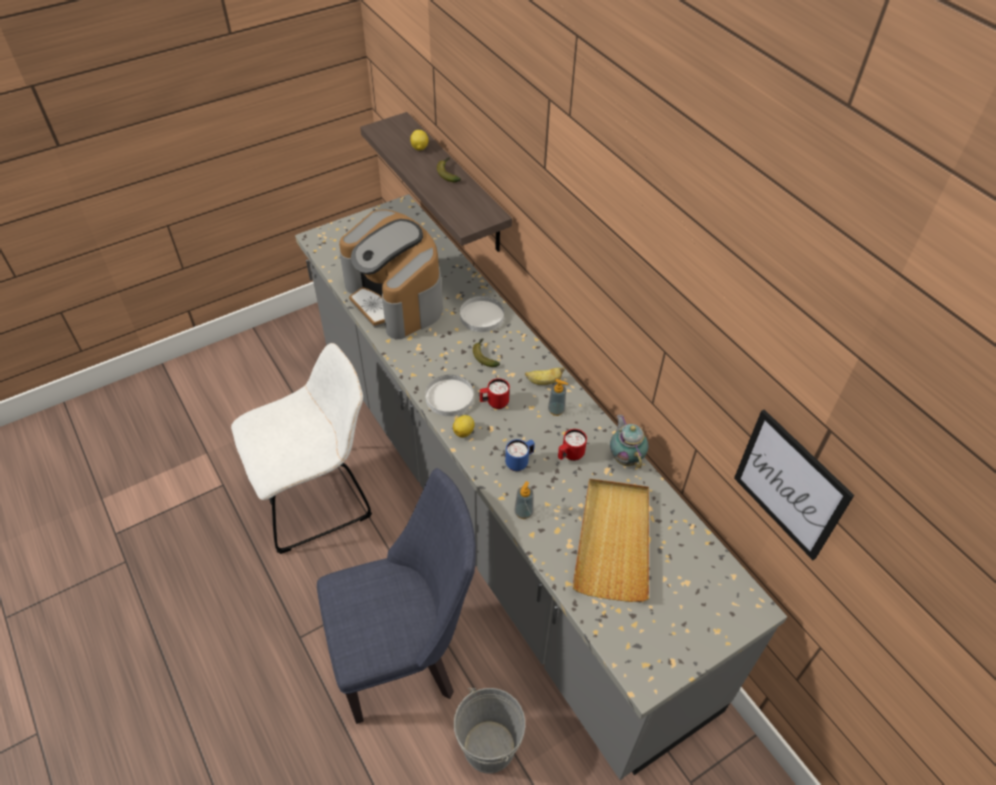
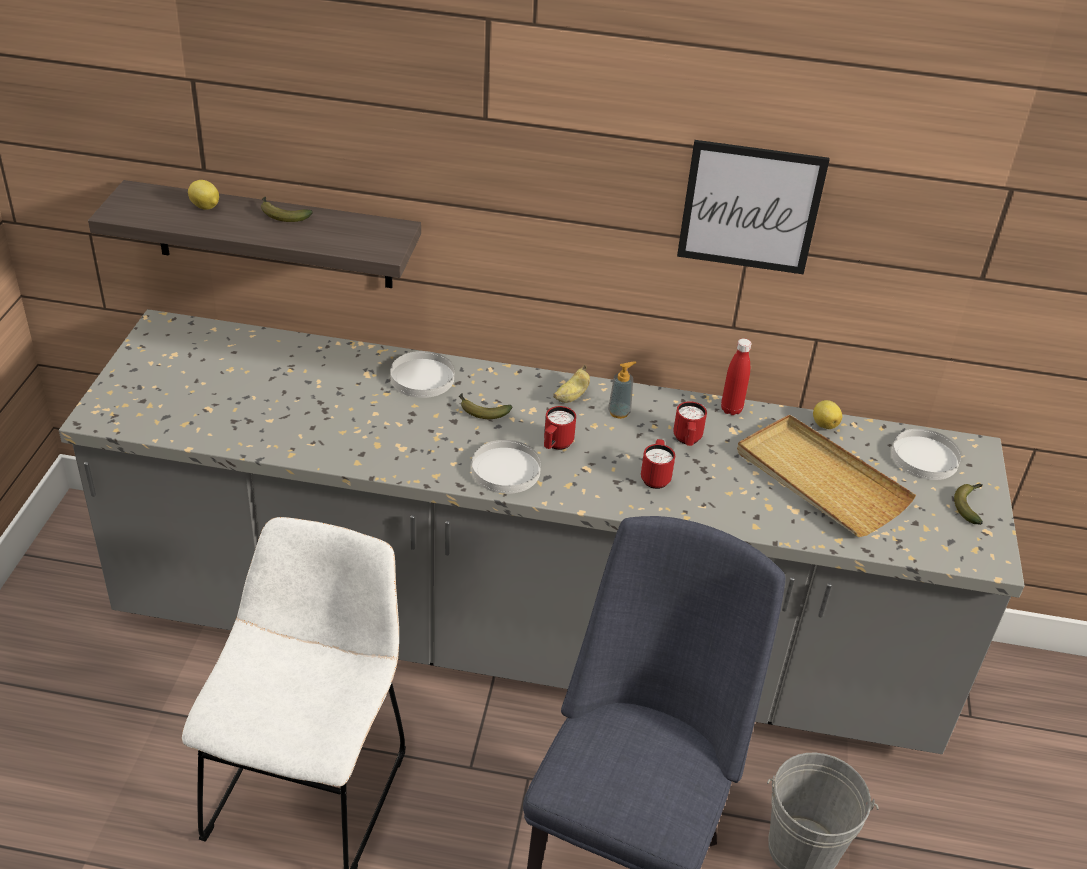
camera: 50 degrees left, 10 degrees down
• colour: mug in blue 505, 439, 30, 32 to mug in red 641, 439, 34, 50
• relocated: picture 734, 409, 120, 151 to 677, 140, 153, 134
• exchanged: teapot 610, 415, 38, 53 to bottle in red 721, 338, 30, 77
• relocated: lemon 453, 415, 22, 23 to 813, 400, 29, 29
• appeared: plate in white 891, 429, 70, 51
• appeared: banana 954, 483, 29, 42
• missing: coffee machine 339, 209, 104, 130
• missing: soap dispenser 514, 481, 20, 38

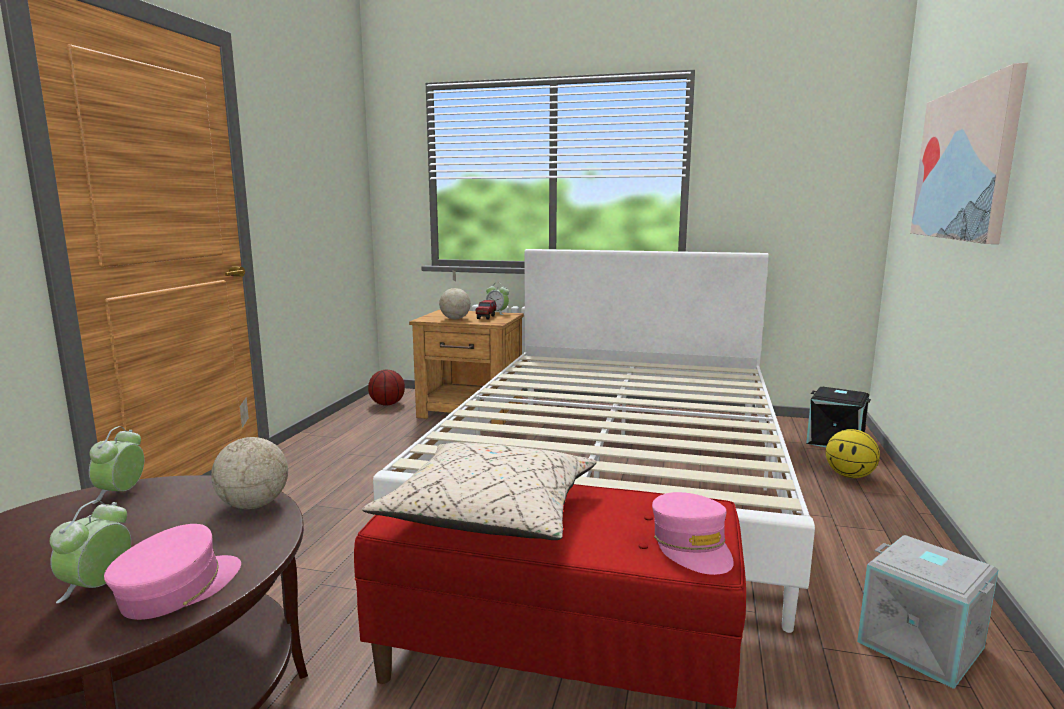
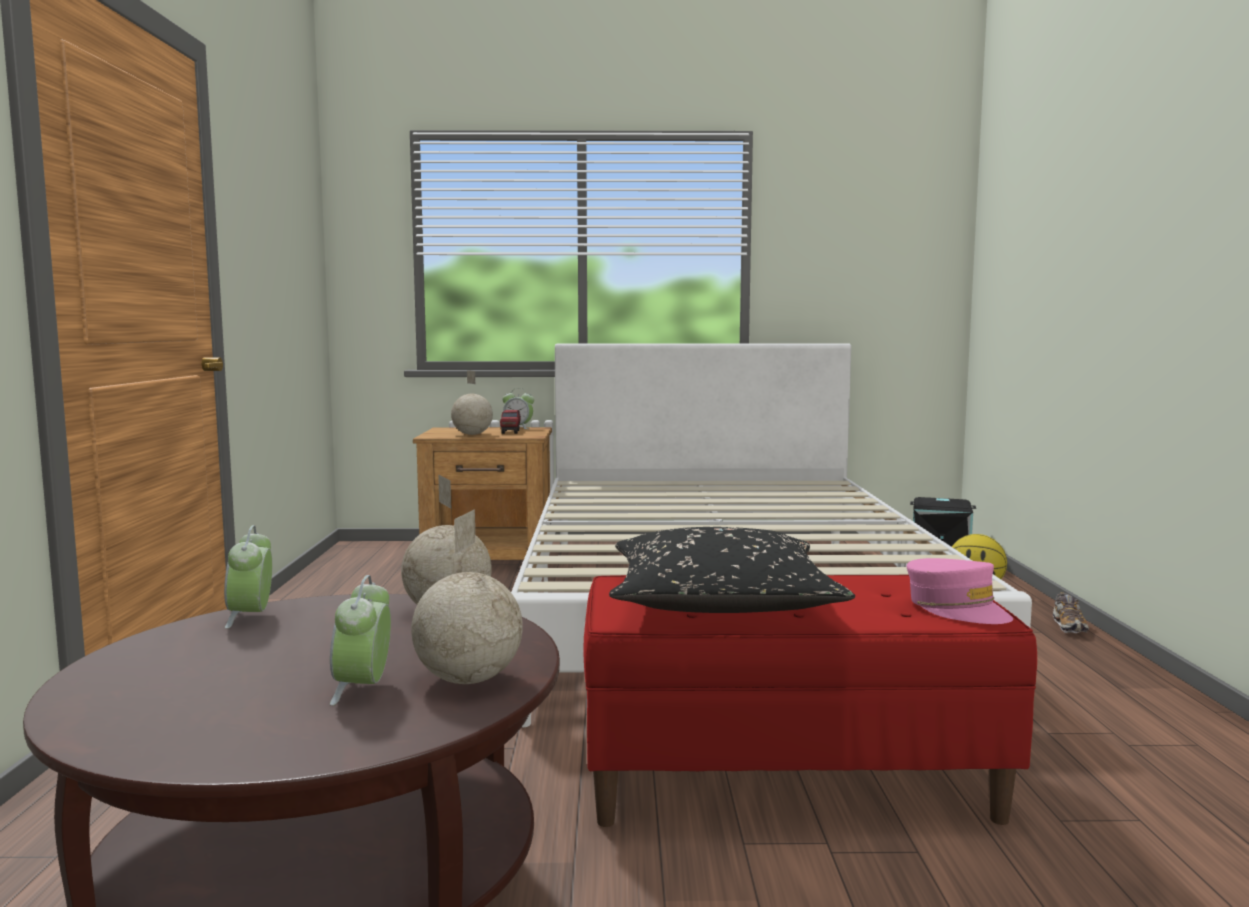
camera: 15 degrees left, 5 degrees down
• exchanged: cap in pink 104, 524, 137, 96 to globe 411, 509, 112, 175
• colour: pillow in beige 362, 442, 235, 98 to pillow in black 609, 527, 246, 86
• appeared: shoe 1053, 592, 36, 41
• missing: basketball 368, 370, 37, 35
• missing: storage box in grey 857, 535, 141, 154
• missing: picture 910, 63, 118, 181

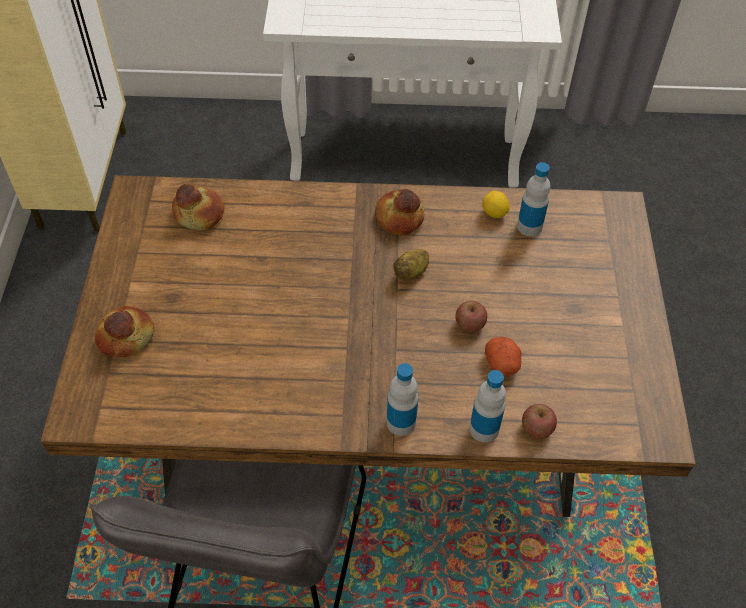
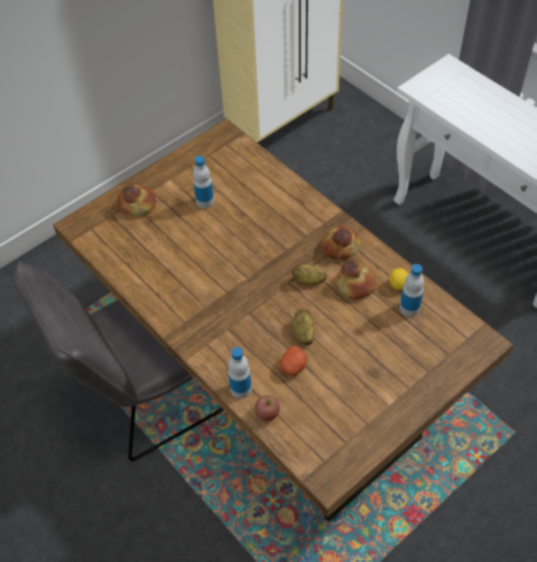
camera: 50 degrees right, 0 degrees up
• relocated: bottle 386, 363, 32, 73 to 193, 156, 21, 52
• exchanged: apple 455, 301, 32, 31 to potato 293, 309, 21, 36
• relocated: bread 172, 184, 52, 47 to 337, 260, 39, 39

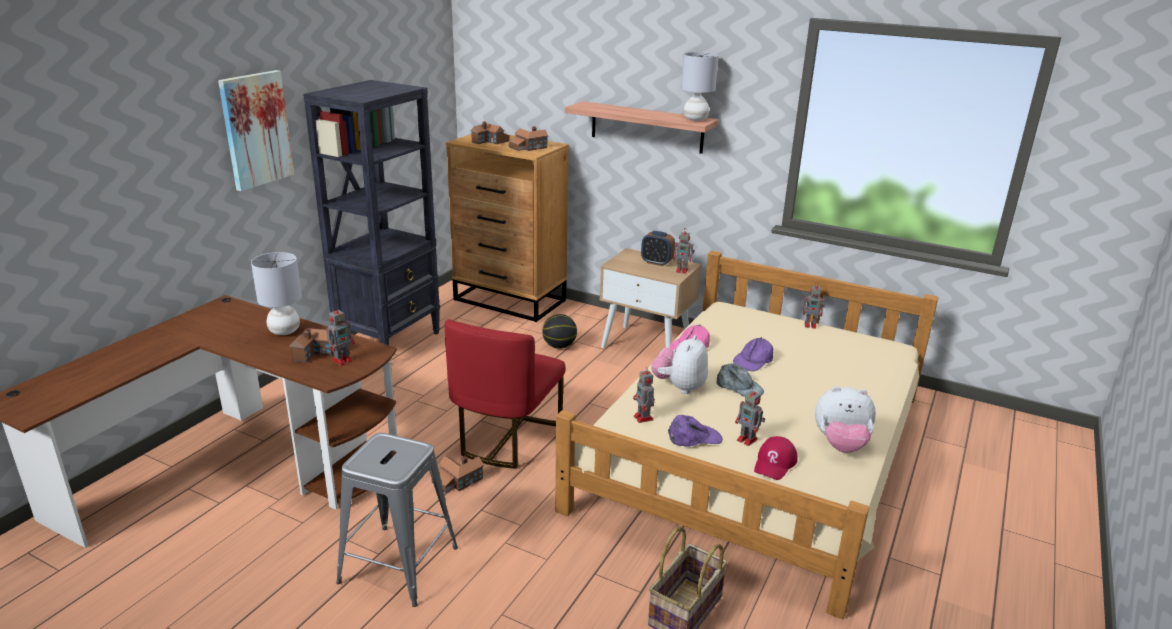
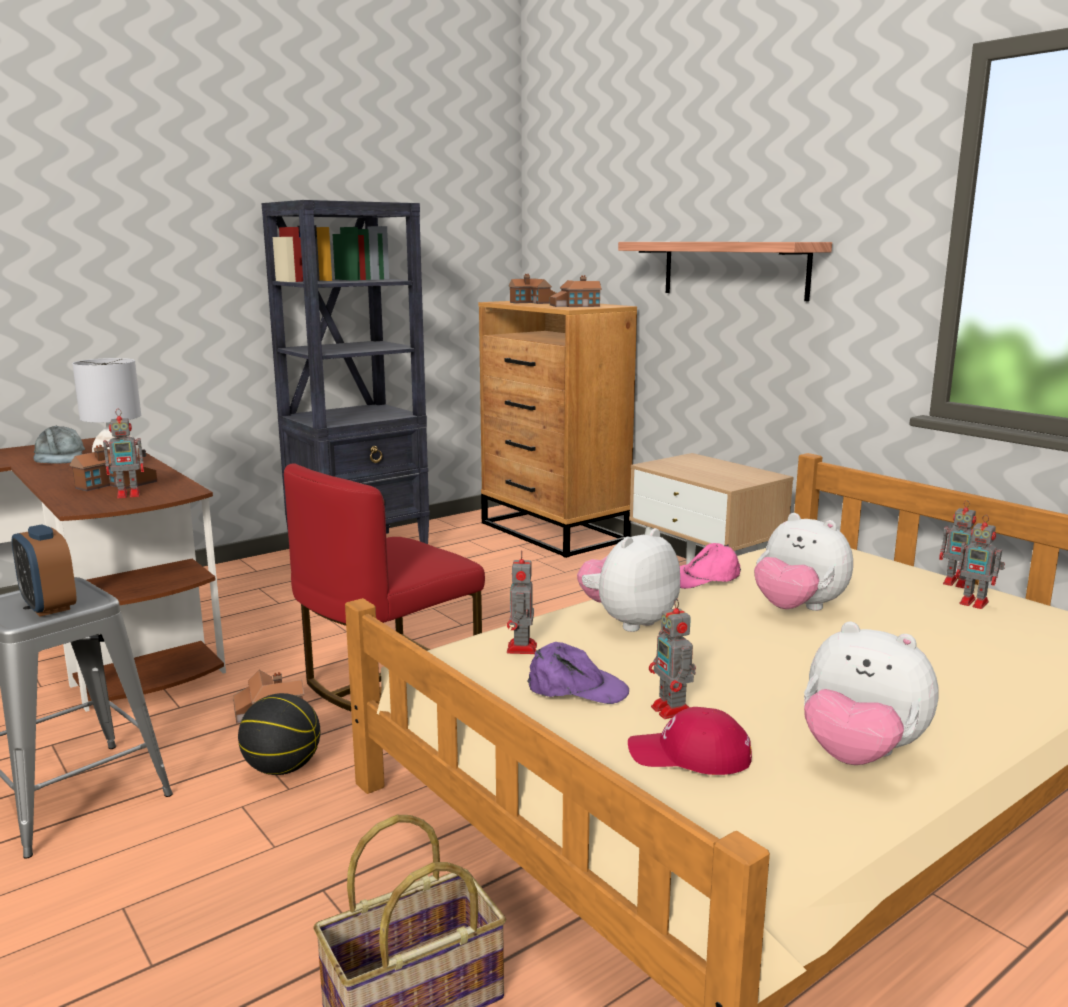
camera: 25 degrees right, 10 degrees down
• relocated: alarm clock 641, 231, 34, 35 to 12, 525, 65, 92
• relocated: cap in grey 716, 363, 48, 34 to 33, 426, 52, 38
• relocated: basketball 542, 314, 35, 35 to 238, 693, 82, 82
• spun: cap in red 754, 436, 44, 44 = 628, 707, 124, 68 45 degrees clockwise
• exchanged: cap in purple 733, 337, 40, 34 to plush toy 754, 513, 99, 98
• relocated: toy robot 673, 229, 22, 45 to 956, 515, 49, 94
• missing: picture 218, 70, 76, 121
• missing: table lamp in grey 681, 52, 38, 69

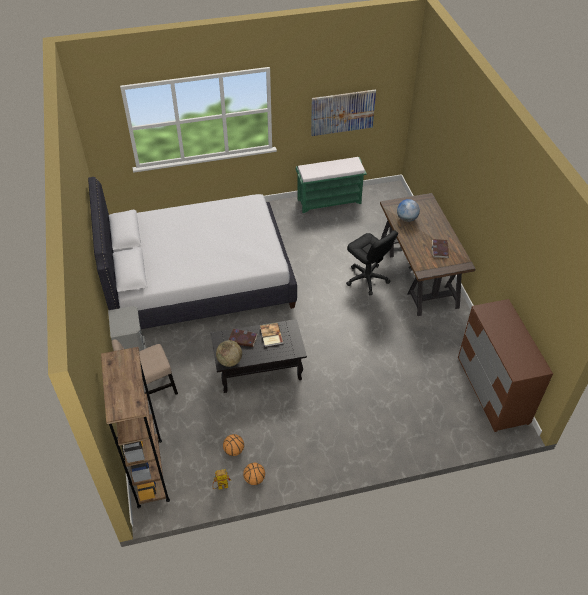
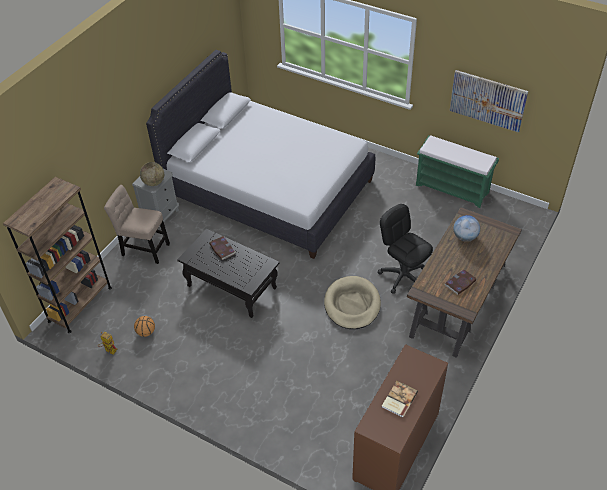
camera: 45 degrees right, 0 degrees up
• relocated: globe 216, 340, 26, 27 to 140, 162, 24, 24
• appeared: dog bed in beige 324, 276, 57, 53
• spun: office chair in black 346, 230, 52, 65 = 378, 204, 55, 90 135 degrees clockwise
• relocated: book 260, 323, 23, 24 to 382, 381, 36, 37
• missing: basketball 243, 463, 22, 22

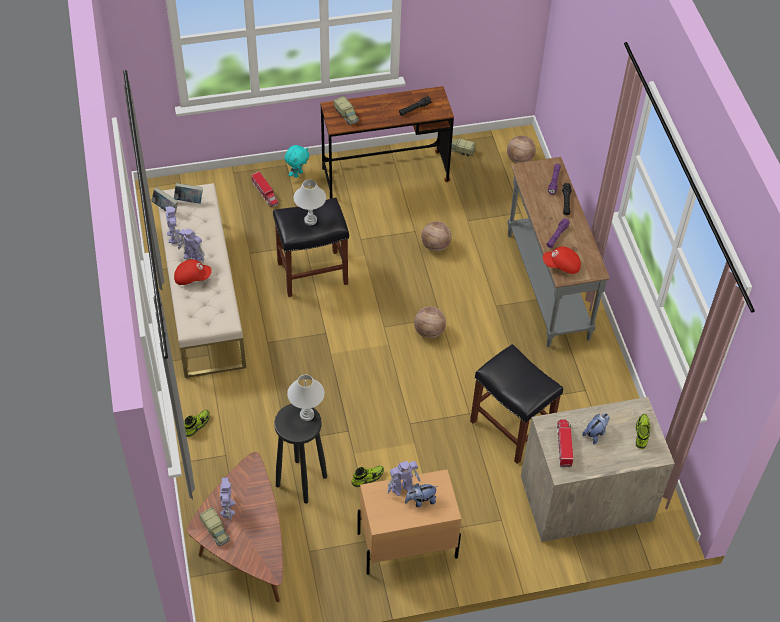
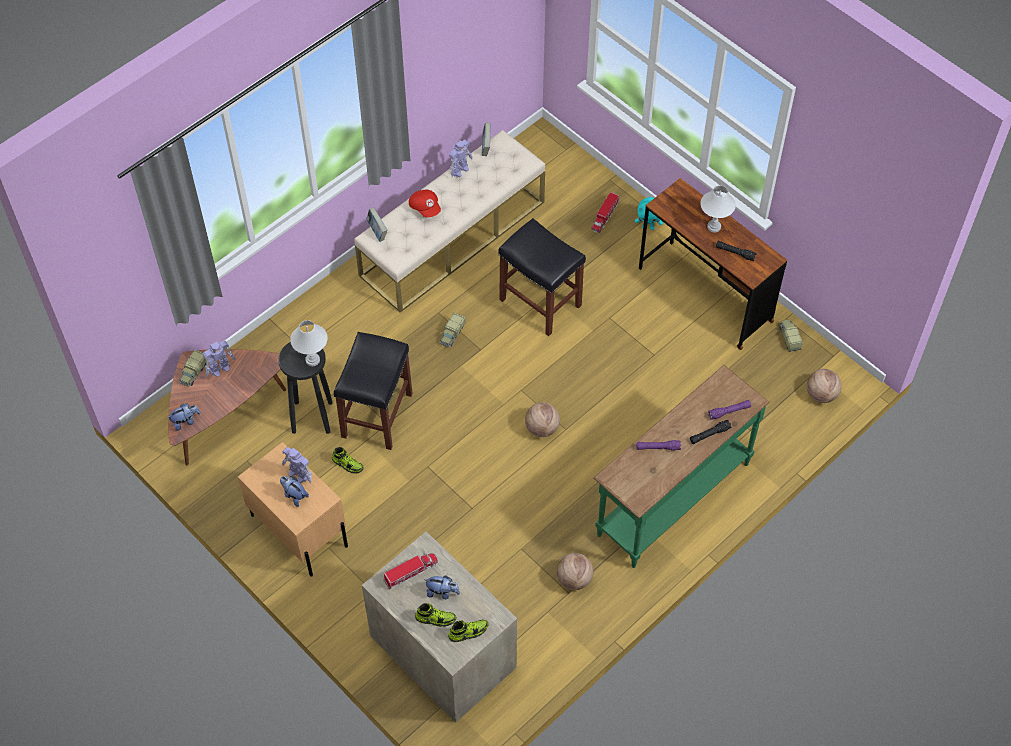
camera: 60 degrees right, 5 degrees up
• appeared: plush toy 167, 403, 34, 28
• relocated: stool in black 470, 344, 93, 120 to 334, 332, 79, 118
• relocated: book 174, 183, 29, 21 to 366, 207, 21, 35
• relocated: shoe 184, 409, 26, 28 to 415, 603, 41, 24
• relocated: toy truck 334, 96, 25, 29 to 439, 313, 27, 34
• relocated: basketball 421, 221, 31, 31 to 557, 553, 36, 37
• colour: console table in grey 507, 157, 103, 190 to console table in green 593, 365, 177, 203
• relocated: table lamp in white 293, 179, 33, 46 to 701, 185, 35, 47
• missing: toy robot 178, 228, 27, 34
• missing: cap in red 543, 246, 38, 28

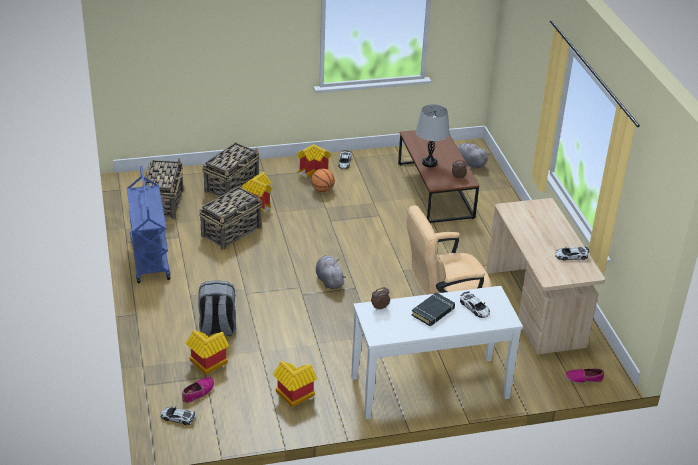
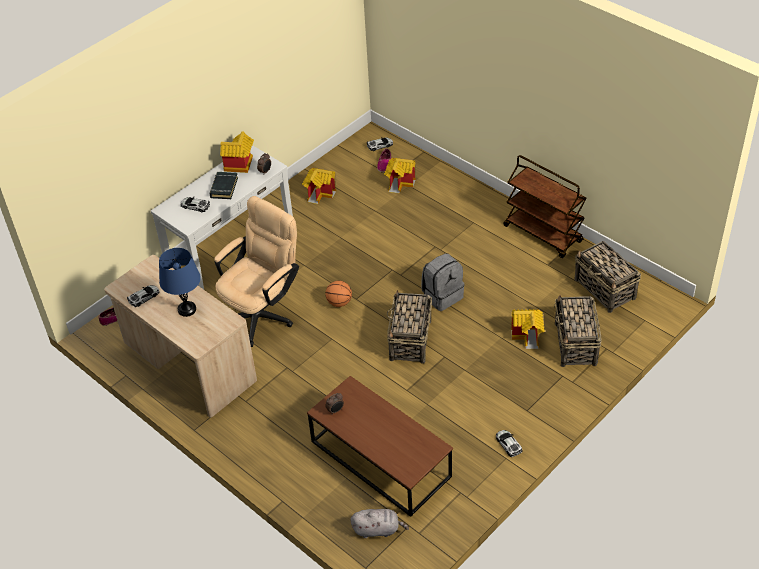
camera: 150 degrees right, 10 degrees up
• appeared: table lamp in blue 159, 248, 42, 69
• relocated: toy house 296, 144, 36, 34 to 220, 131, 34, 42
• relocated: basketball 311, 169, 24, 23 to 325, 280, 27, 27
• relocated: basket 199, 186, 63, 64 to 387, 290, 45, 74
• relocated: backpack in grey 198, 280, 38, 56 to 421, 254, 43, 57
• colour: cart in blue 127, 166, 43, 117 to cart in brown 503, 155, 84, 103
• missing: plush toy in grey 316, 255, 30, 34
• missing: table lamp in grey 416, 104, 34, 63

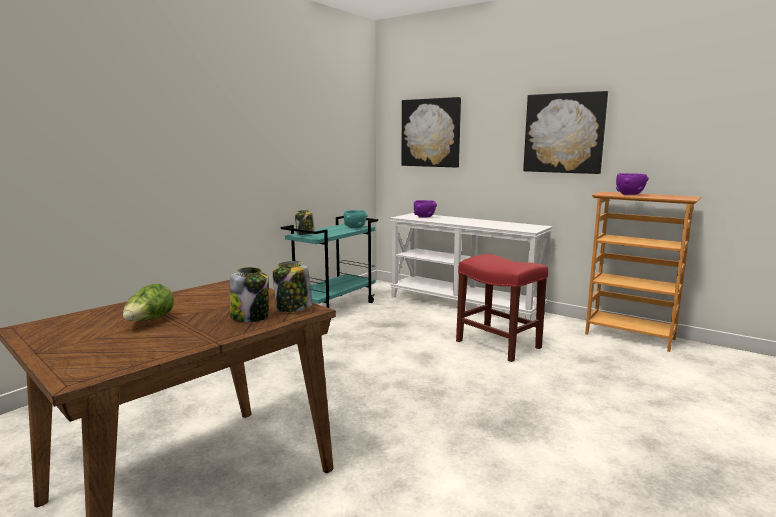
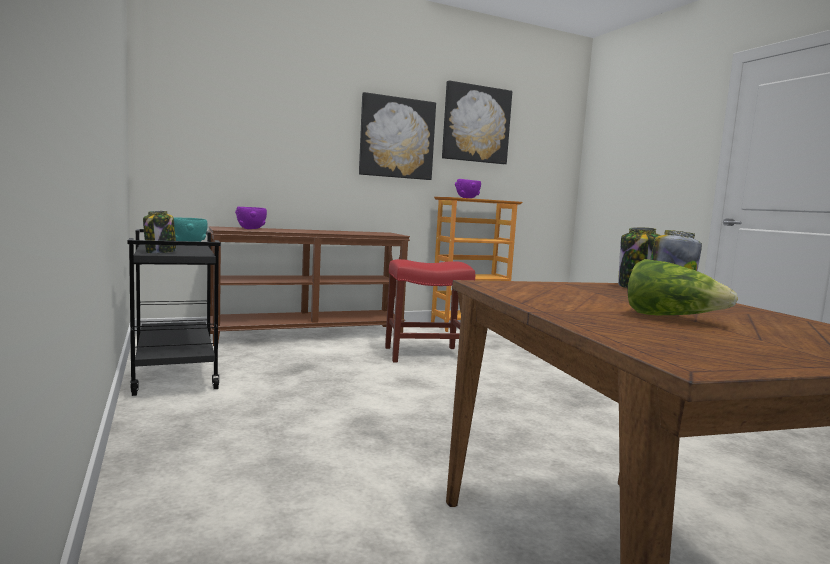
camera: 60 degrees left, 5 degrees down
• colour: cart in turquoise 281, 216, 97, 92 to cart in black 127, 229, 94, 167
• colour: console table in white 390, 213, 163, 107 to console table in brown 208, 226, 202, 120
• relocated: picture 401, 97, 60, 71 to 442, 81, 70, 83

